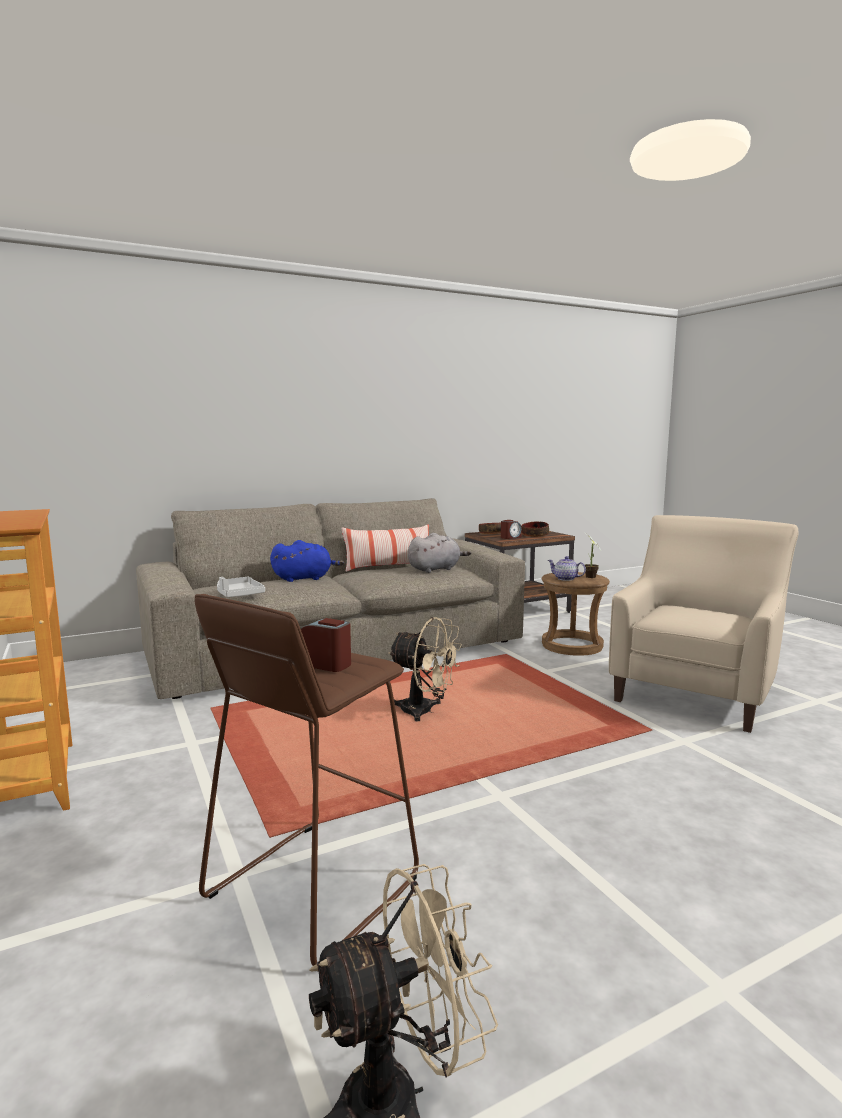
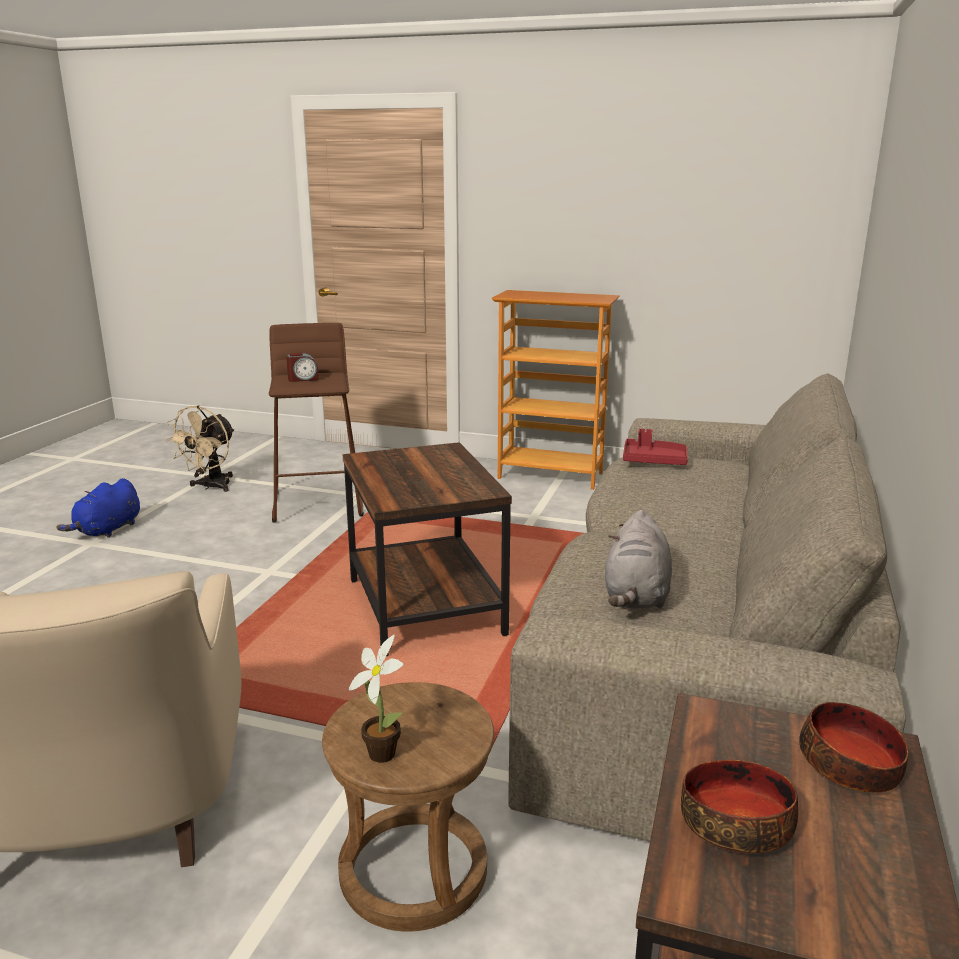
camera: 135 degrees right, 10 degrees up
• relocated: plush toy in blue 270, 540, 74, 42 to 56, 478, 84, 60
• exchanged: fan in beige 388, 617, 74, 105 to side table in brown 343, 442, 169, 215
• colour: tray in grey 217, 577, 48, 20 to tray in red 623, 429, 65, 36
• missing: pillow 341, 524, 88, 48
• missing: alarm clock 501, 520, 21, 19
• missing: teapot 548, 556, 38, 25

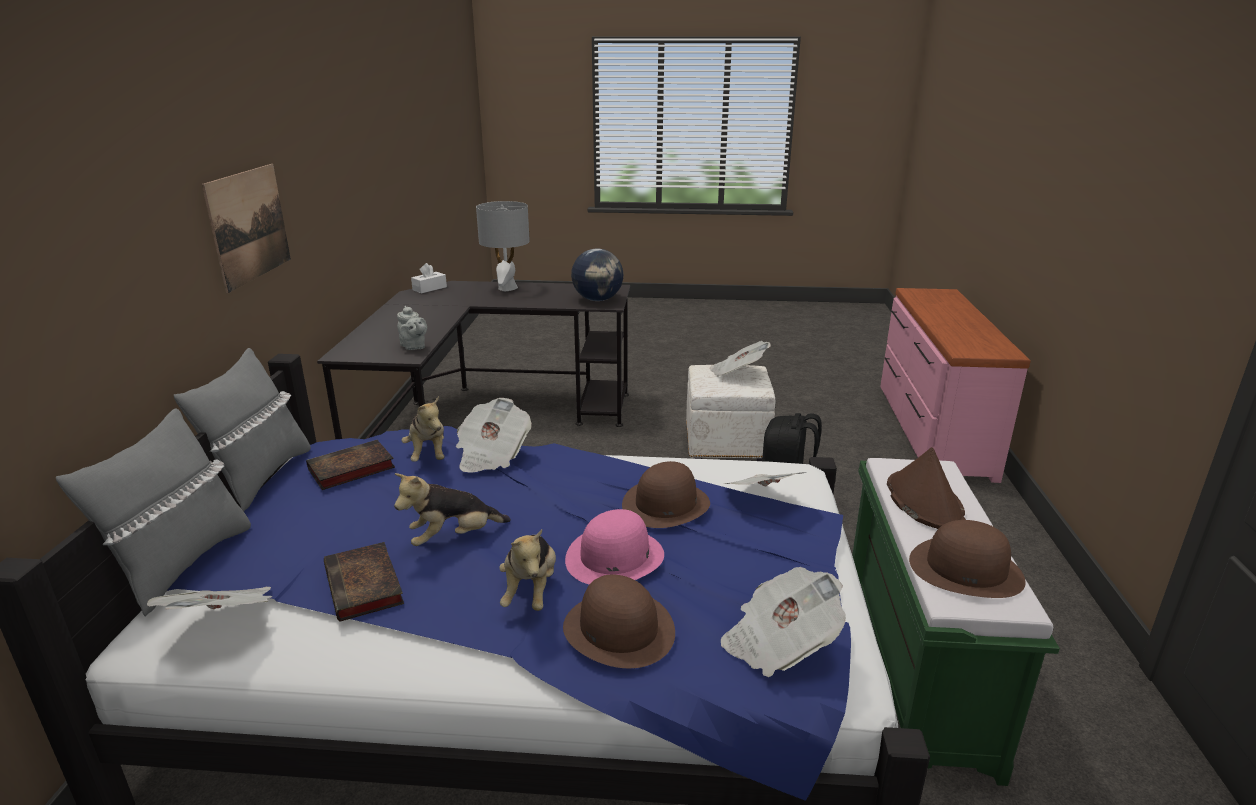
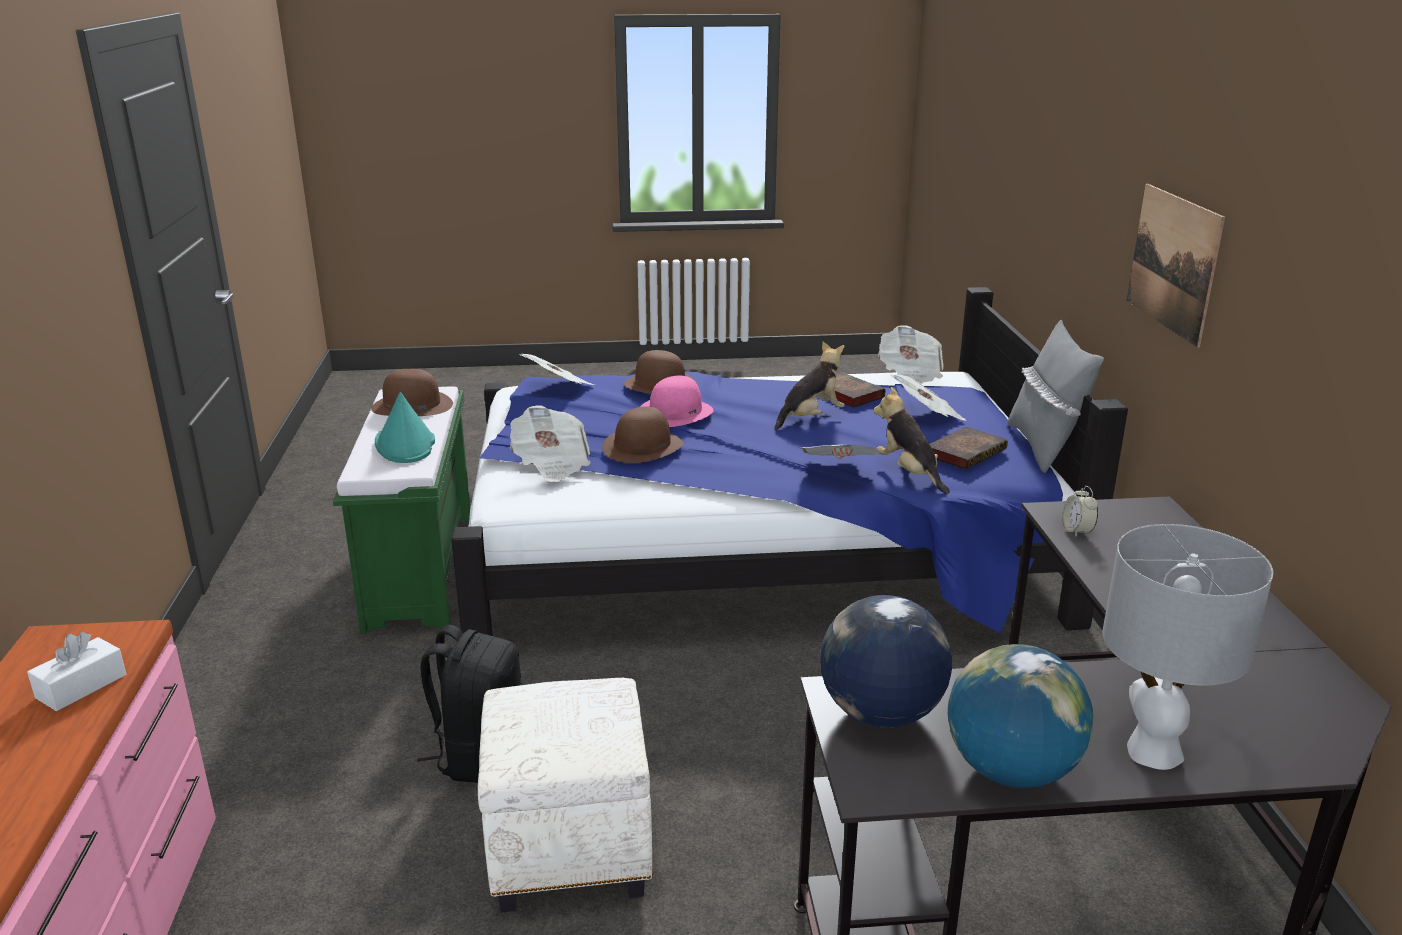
camera: 170 degrees right, 0 degrees up
• relocated: tissue box in white 411, 263, 36, 30 to 27, 632, 99, 79
• colour: hat in brown 887, 447, 78, 82 to hat in turquoise 375, 392, 60, 71
• relocated: newspaper 710, 341, 61, 36 to 890, 374, 76, 47
• appeared: globe 948, 644, 145, 144
• exchanged: teapot in grey 397, 306, 30, 44 to alarm clock 1063, 486, 35, 51
• missing: pillow in grey 56, 408, 195, 208
• missing: plush toy 499, 529, 57, 82

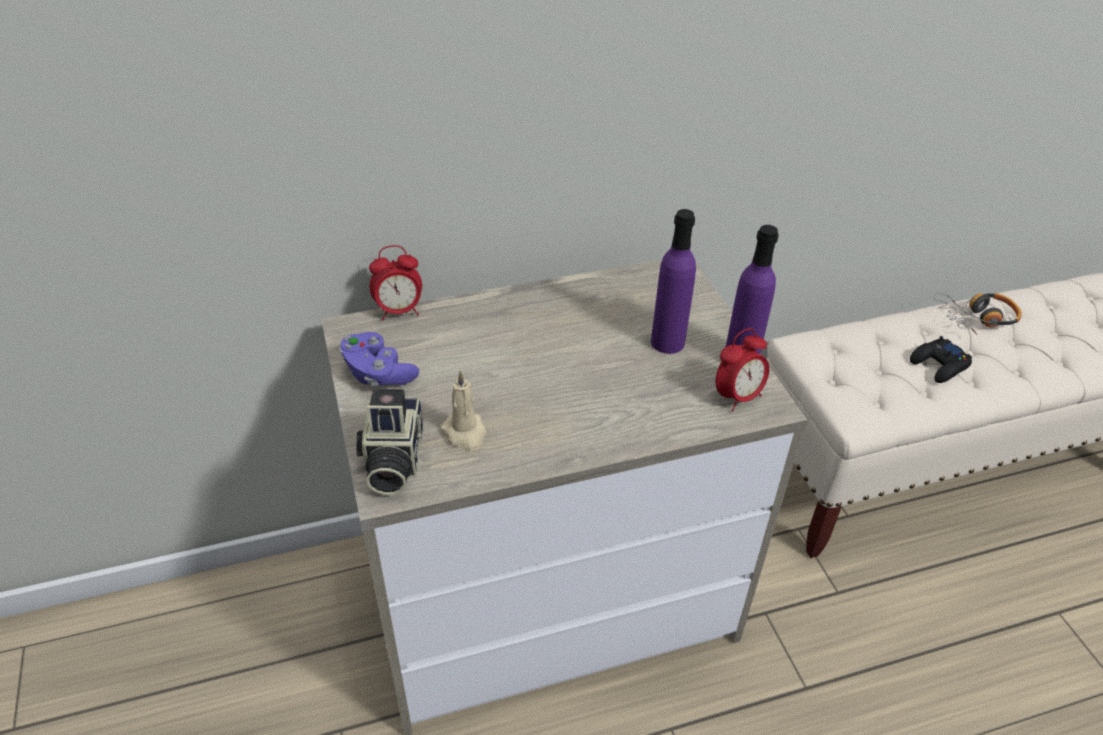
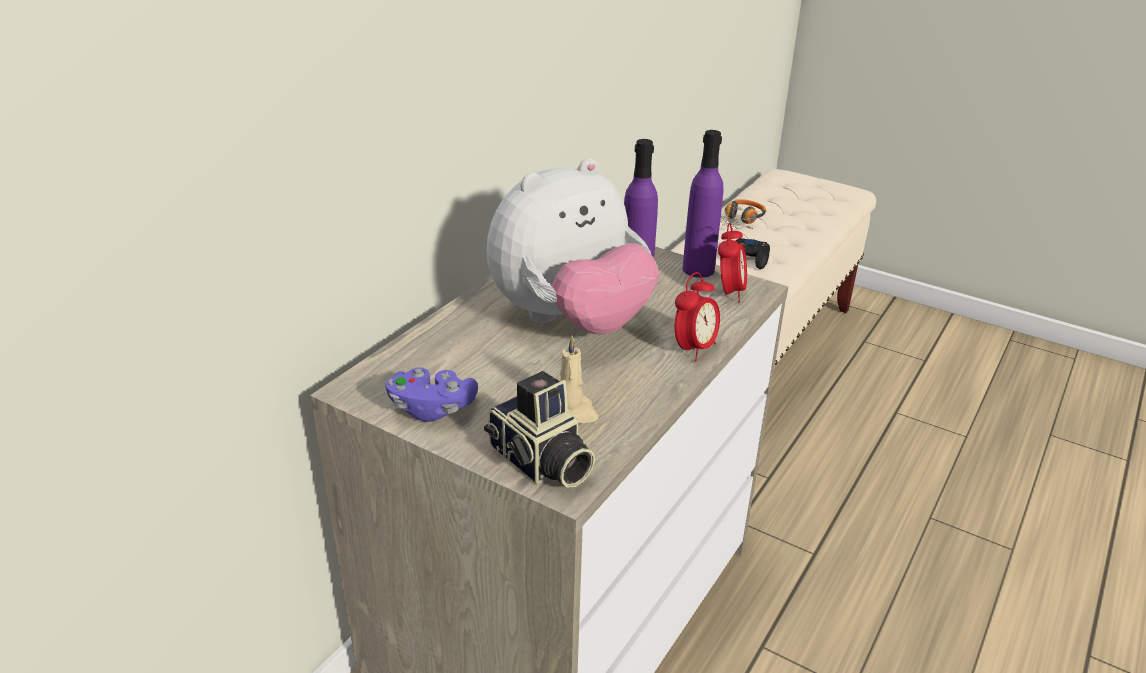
camera: 40 degrees left, 10 degrees down
• appeared: plush toy 487, 158, 172, 176
• relocated: alarm clock 369, 245, 53, 75 to 674, 272, 46, 89

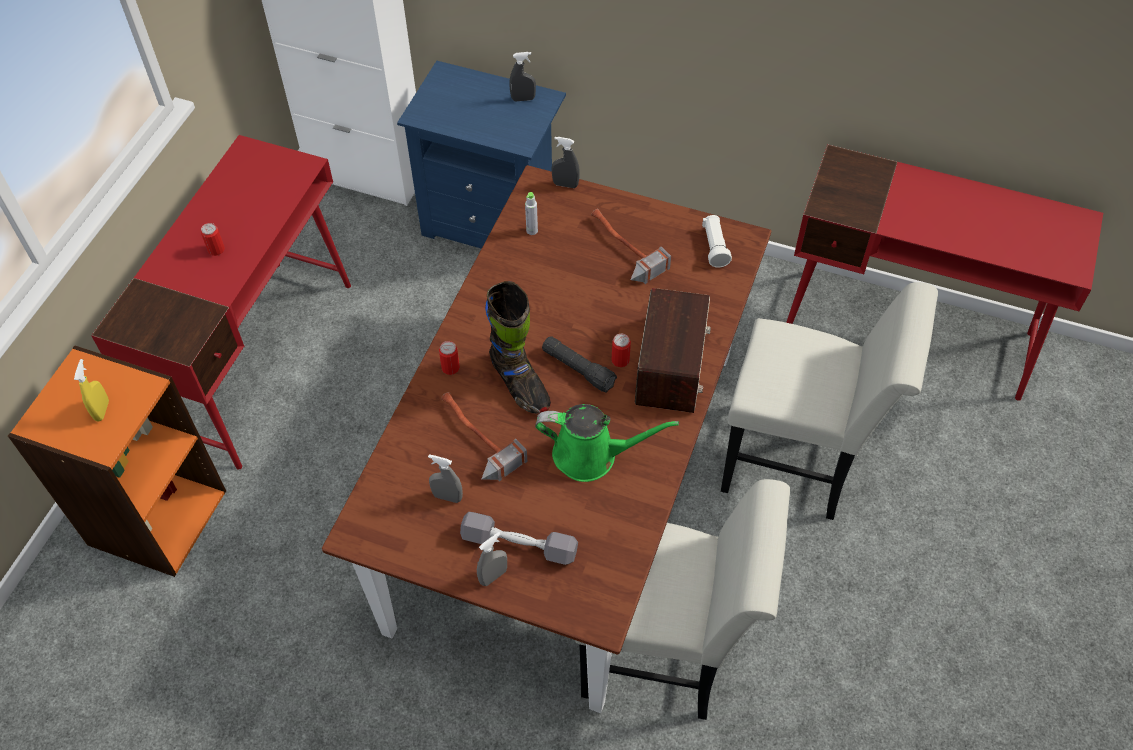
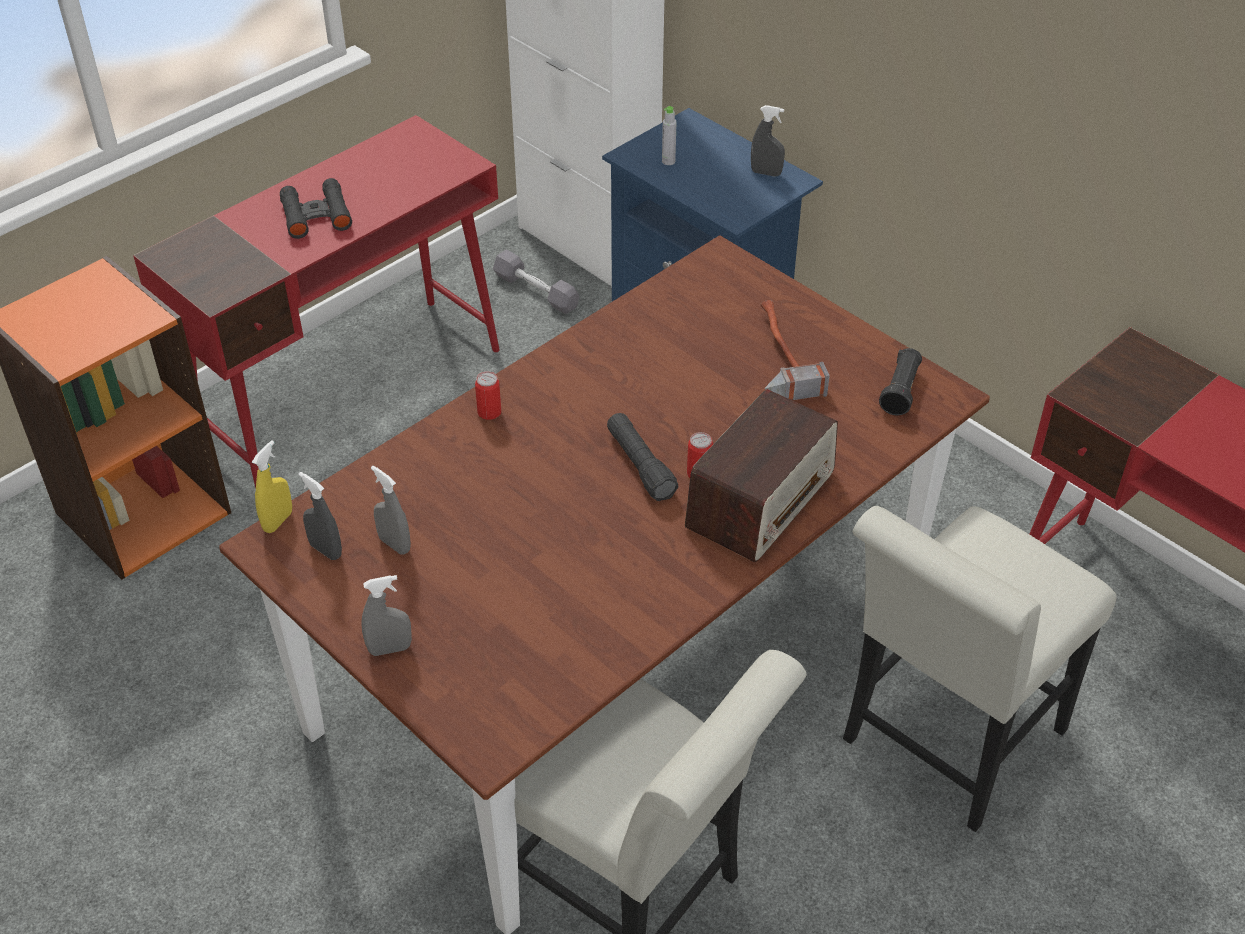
camera: 25 degrees right, 10 degrees down
• relocated: spray bottle in yellow 74, 359, 35, 62 to 252, 440, 40, 93
• exchanged: can 201, 223, 24, 33 to binoculars in black 280, 178, 72, 61
• relocated: spray bottle in grey 551, 137, 29, 51 to 298, 472, 44, 88
• relocated: dumbbell in grey 460, 512, 118, 53 to 493, 249, 87, 65
• relocated: bottle in grey 525, 192, 13, 43 to 662, 106, 15, 59
• spun: chair in white 721, 282, 217, 238 = 843, 506, 273, 326 90 degrees clockwise
• colour: flashlight in white 702, 215, 30, 53 to flashlight in black 879, 348, 43, 67
• missing: hammer 441, 392, 87, 90
• missing: boot in black 485, 281, 66, 133
• missing: watering can in green 535, 404, 144, 78

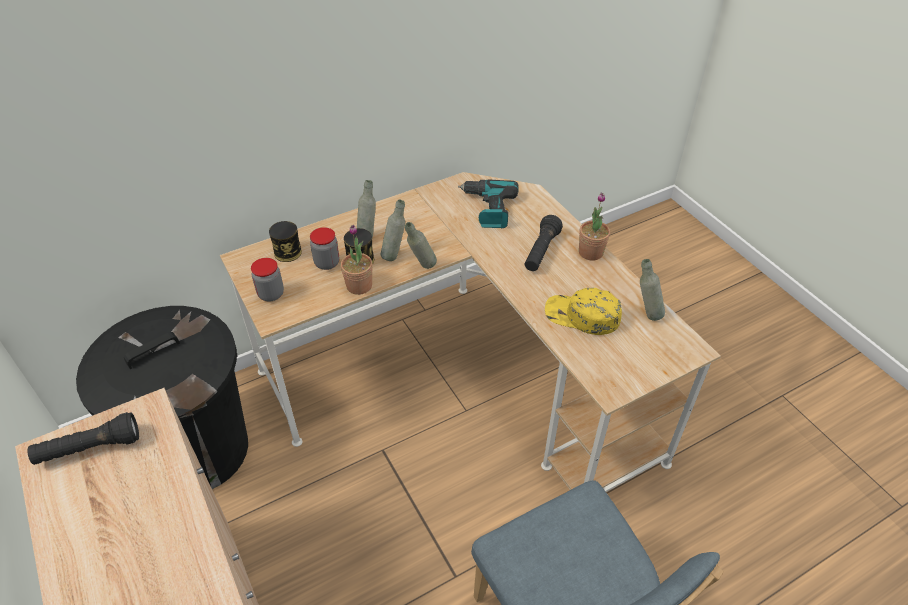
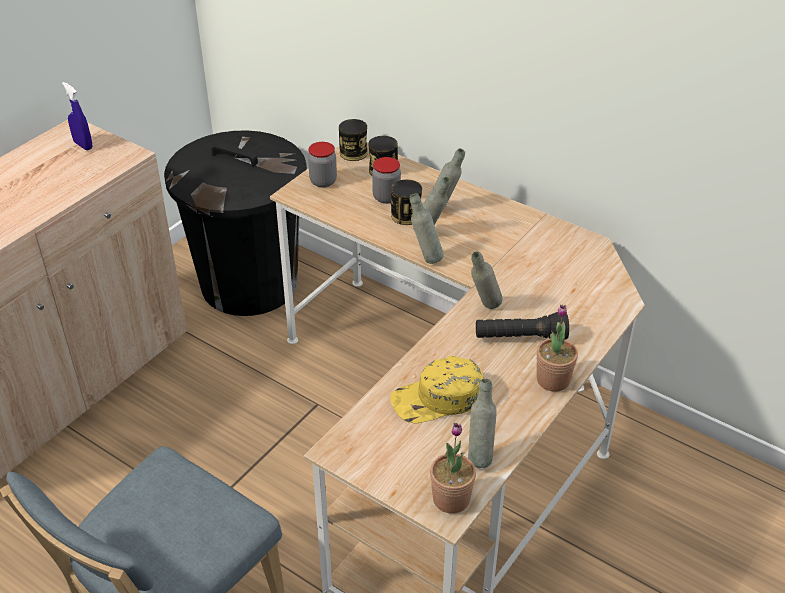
camera: 65 degrees right, 5 degrees down
• exchanged: flashlight in black 27, 412, 112, 53 to spray bottle in blue 62, 82, 30, 68
• appeared: can 339, 119, 29, 42
• spun: cap in yellow 545, 288, 77, 47 = 390, 356, 94, 67 105 degrees counterclockwise
• relocated: potted plant 341, 225, 32, 70 to 430, 423, 46, 91
• appeared: bottle in grey 471, 251, 31, 58
• missing: power drill 458, 179, 61, 49

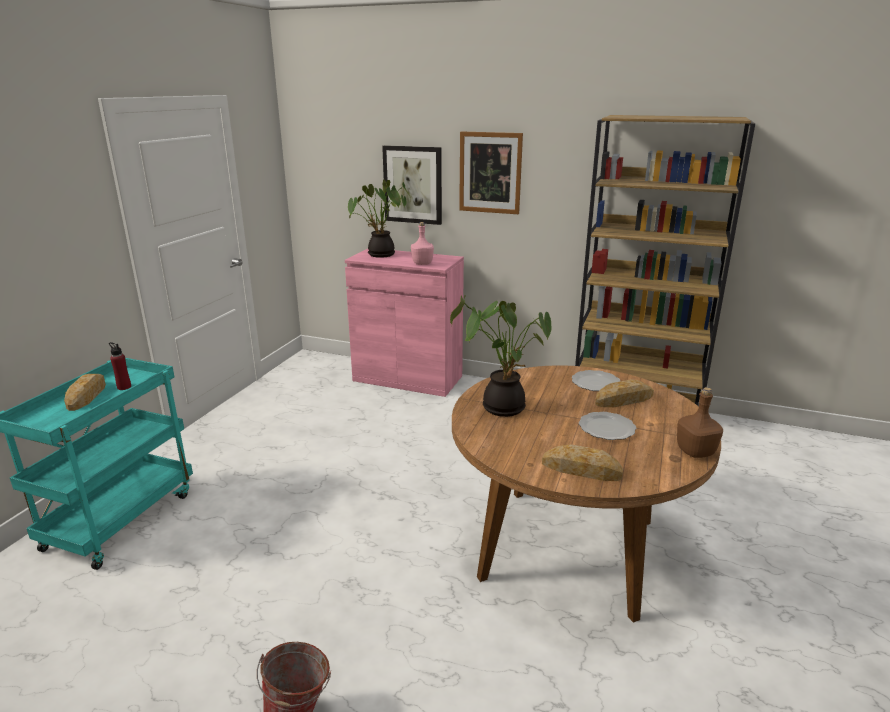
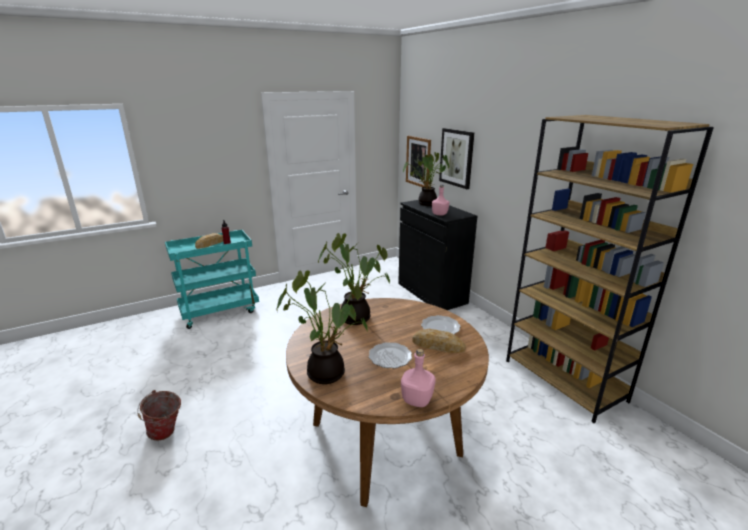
camera: 40 degrees right, 0 degrees up
• exchanged: bread 542, 444, 81, 37 to potted plant 277, 270, 91, 114
• colour: cabinet in pink 345, 249, 119, 148 to cabinet in black 398, 200, 79, 110
• colour: bottle in brown 677, 387, 46, 71 to bottle in pink 401, 349, 35, 58
• relocated: picture 459, 132, 64, 82 to 406, 136, 25, 51

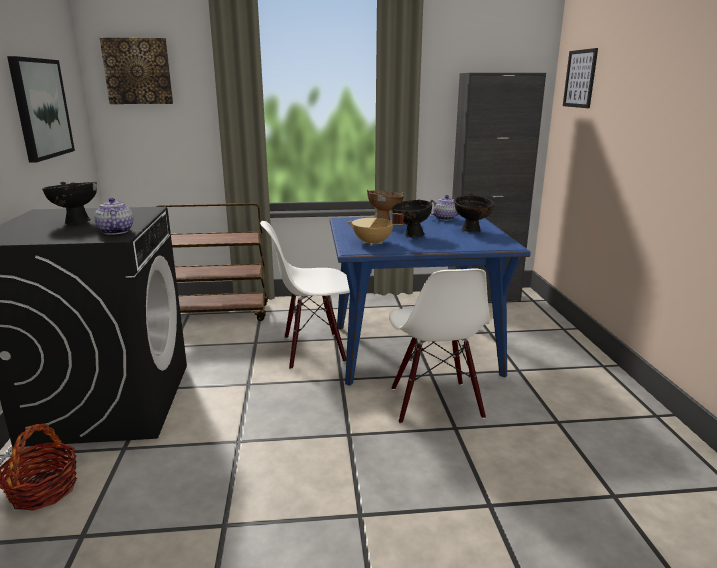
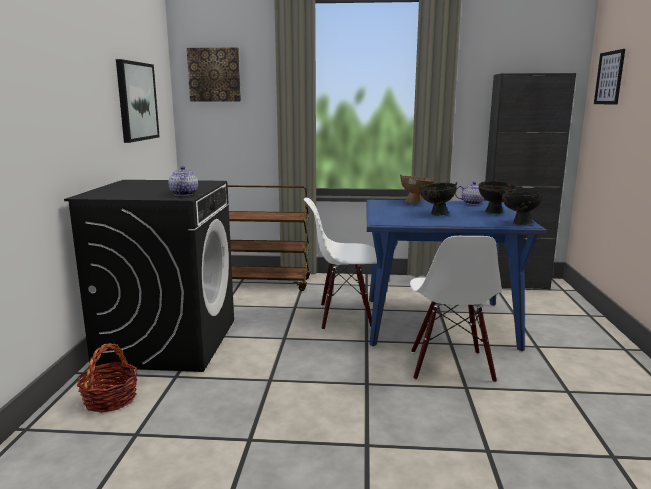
camera: 10 degrees right, 5 degrees down
• relocated: bowl in black 42, 182, 55, 42 to 502, 191, 41, 34
• missing: cooking pot in beige 347, 213, 56, 33

